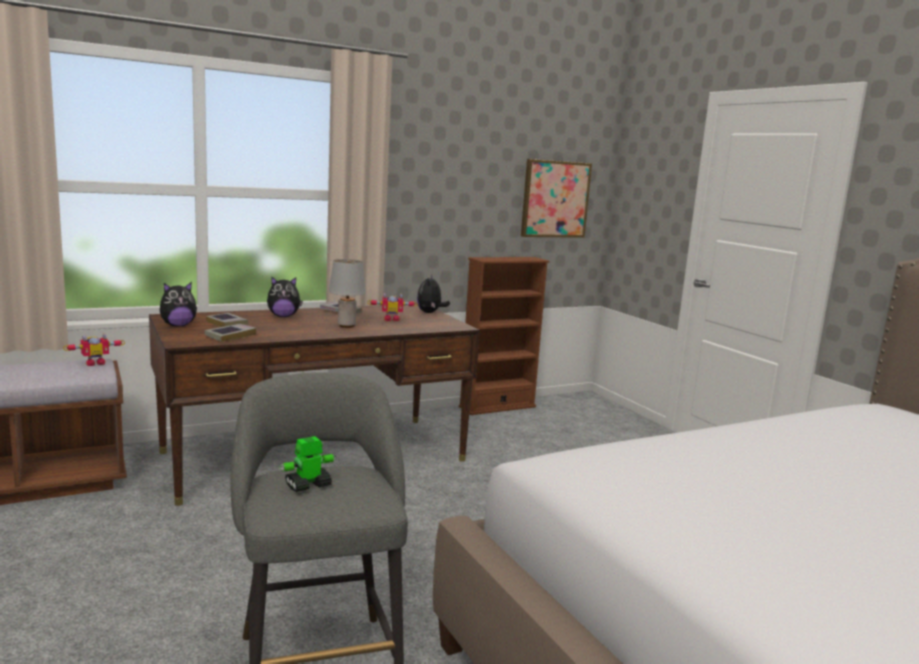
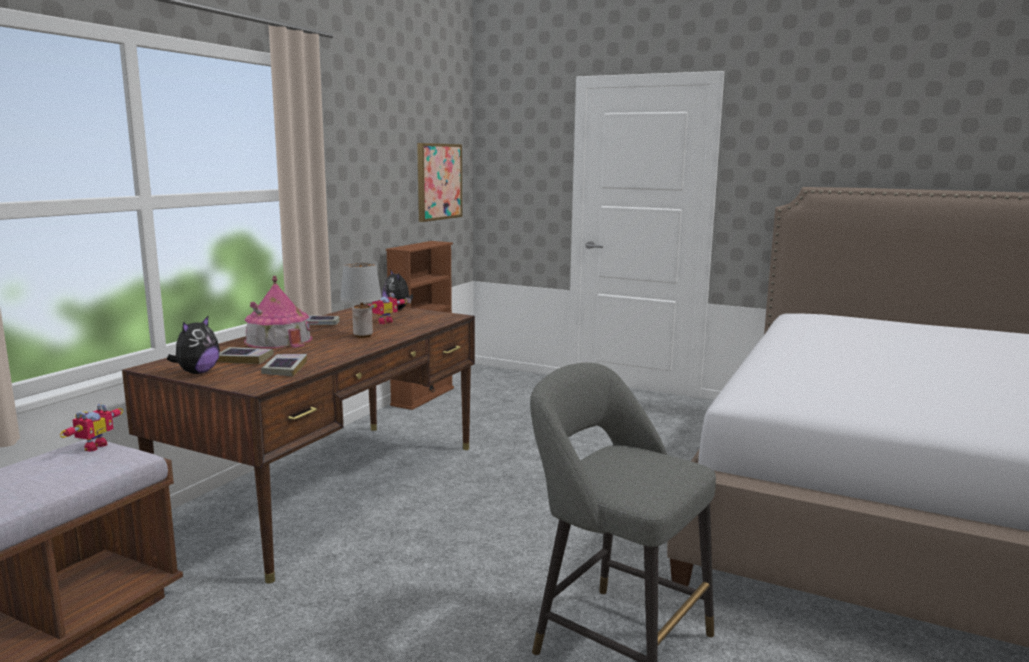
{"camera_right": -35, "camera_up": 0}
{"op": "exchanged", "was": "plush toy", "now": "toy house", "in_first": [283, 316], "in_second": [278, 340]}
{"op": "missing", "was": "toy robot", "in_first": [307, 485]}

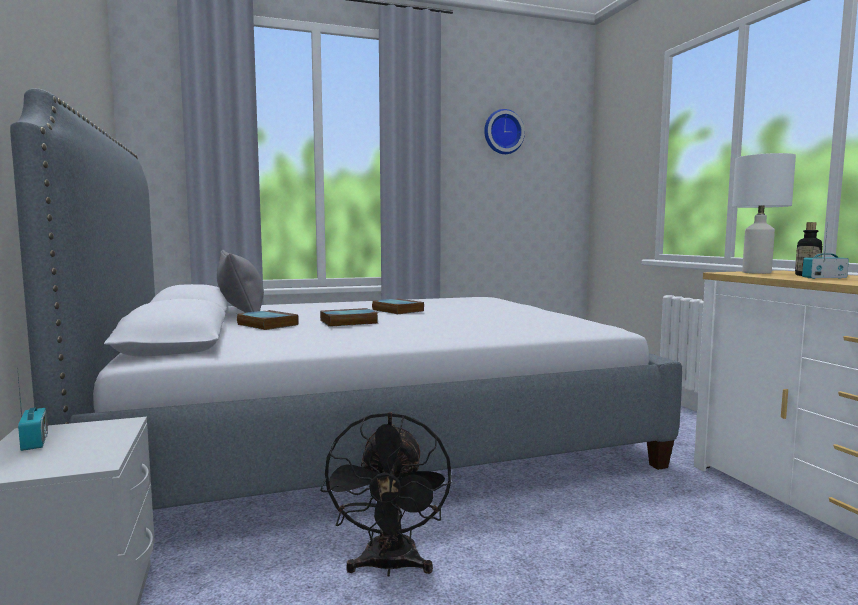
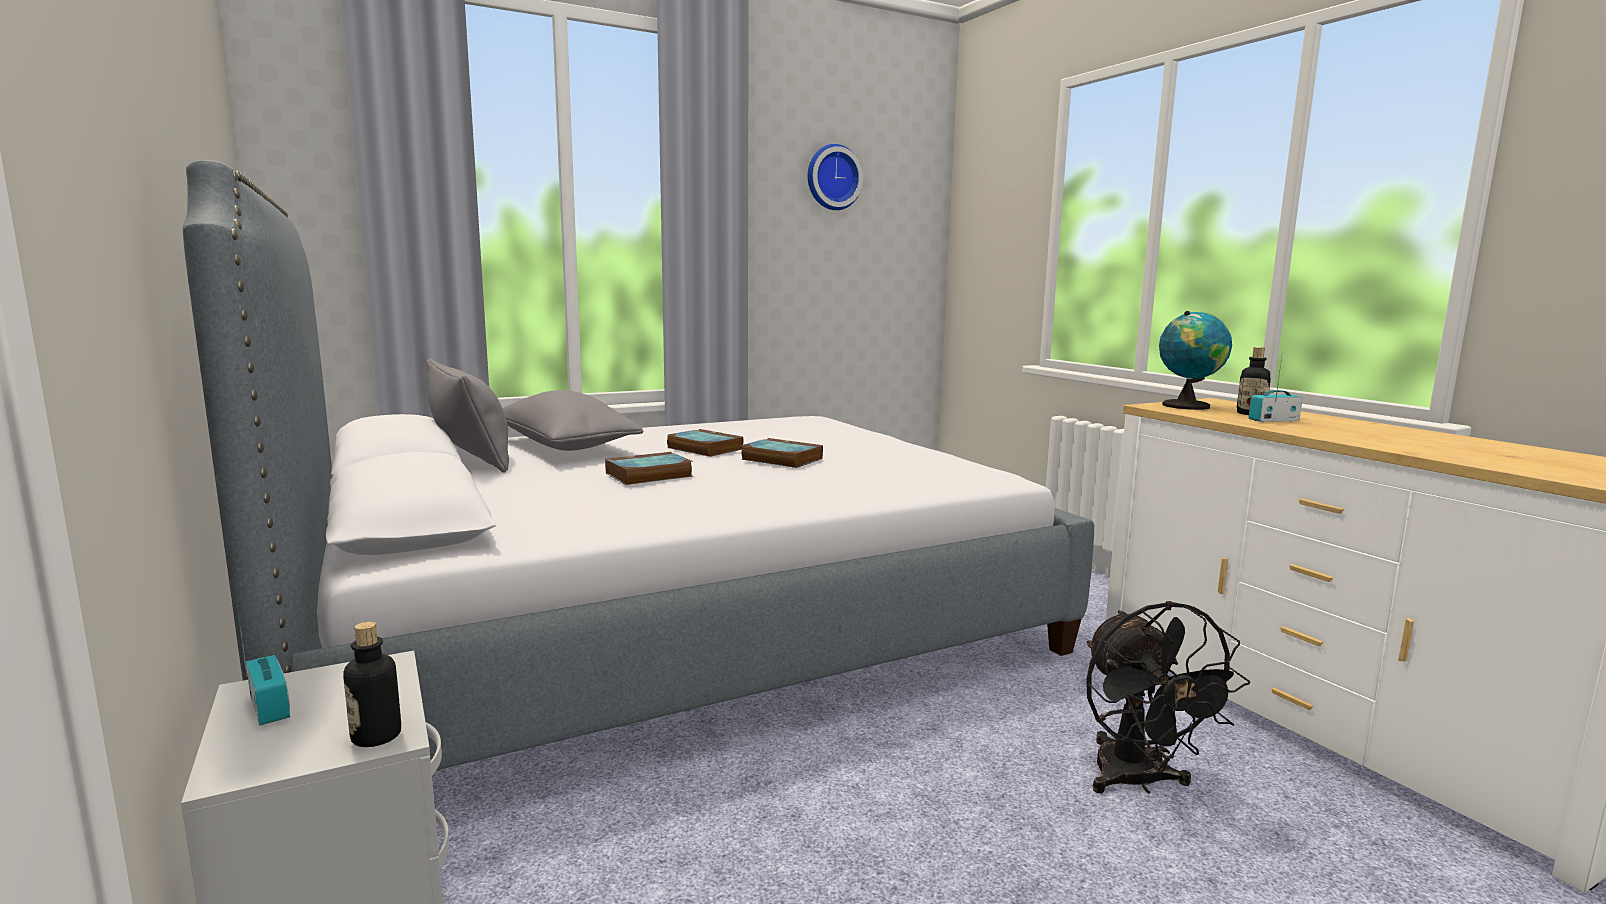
{"camera_right": -10, "camera_up": 5}
{"op": "appeared", "now": "bottle", "in_second": [376, 736]}
{"op": "appeared", "now": "pillow/grey", "in_second": [563, 447]}
{"op": "relocated", "was": "book", "in_first": [266, 324], "in_second": [780, 459]}
{"op": "relocated", "was": "fan/black", "in_first": [390, 567], "in_second": [1137, 782]}
{"op": "exchanged", "was": "table lamp/white", "now": "globe", "in_first": [756, 272], "in_second": [1188, 406]}

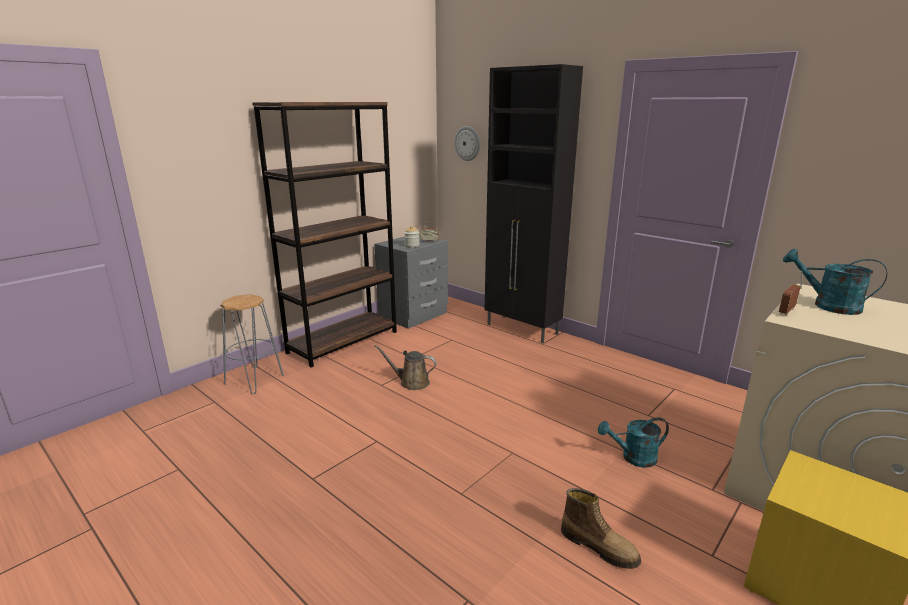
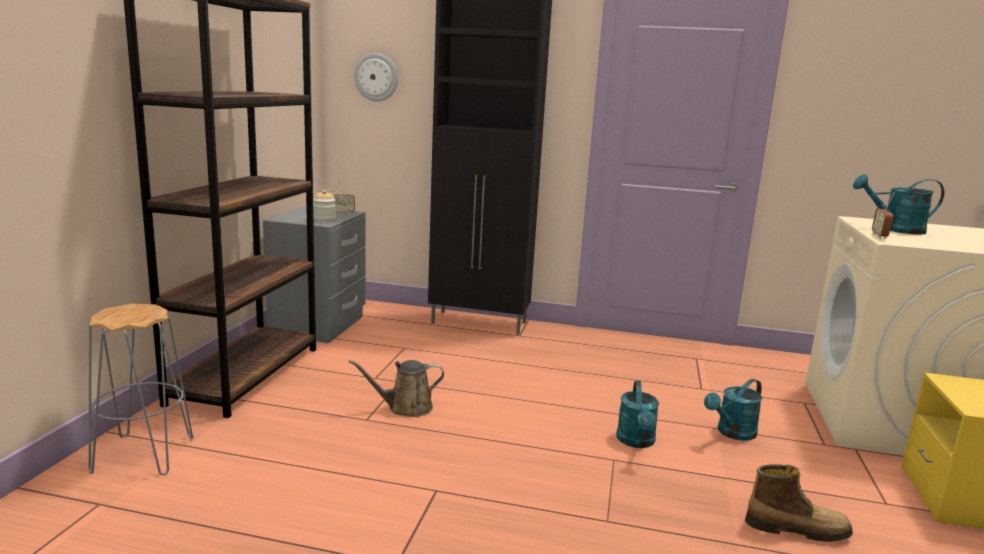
{"camera_right": -30, "camera_up": -5}
{"op": "appeared", "now": "watering can/turquoise", "in_second": [636, 442]}

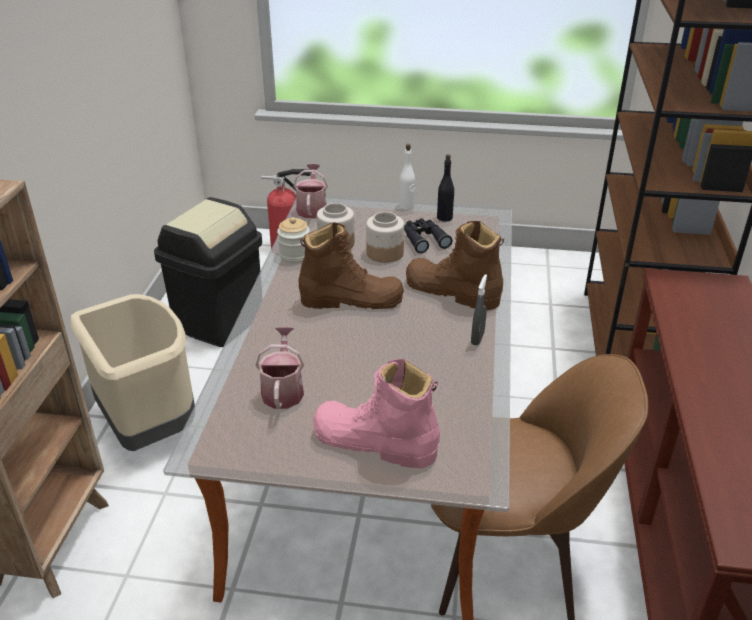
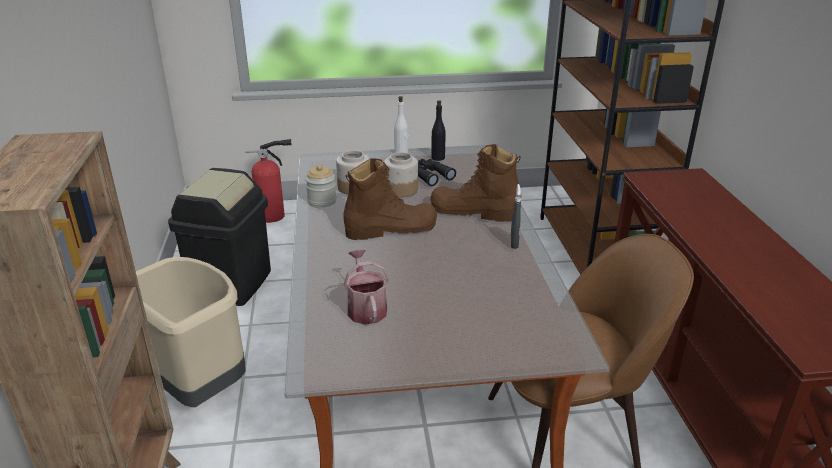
{"camera_right": -15, "camera_up": -5}
{"op": "missing", "was": "watering can", "in_first": [312, 208]}
{"op": "missing", "was": "boot/pink", "in_first": [374, 443]}

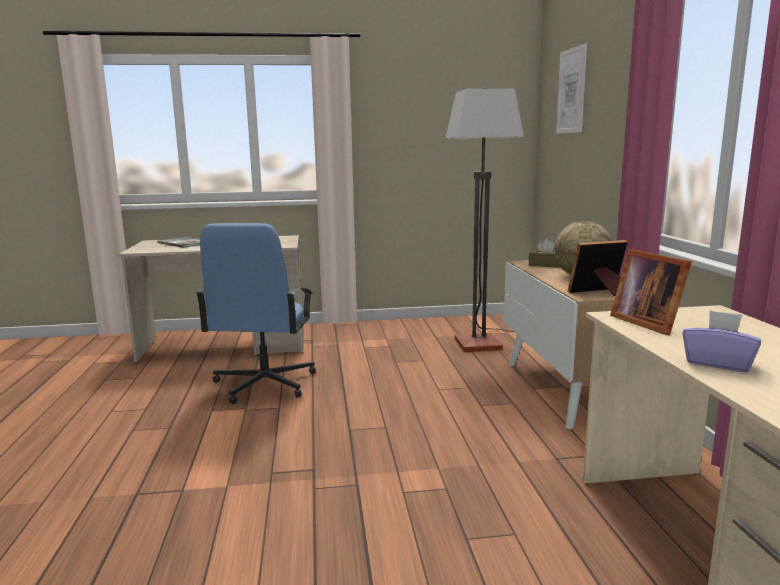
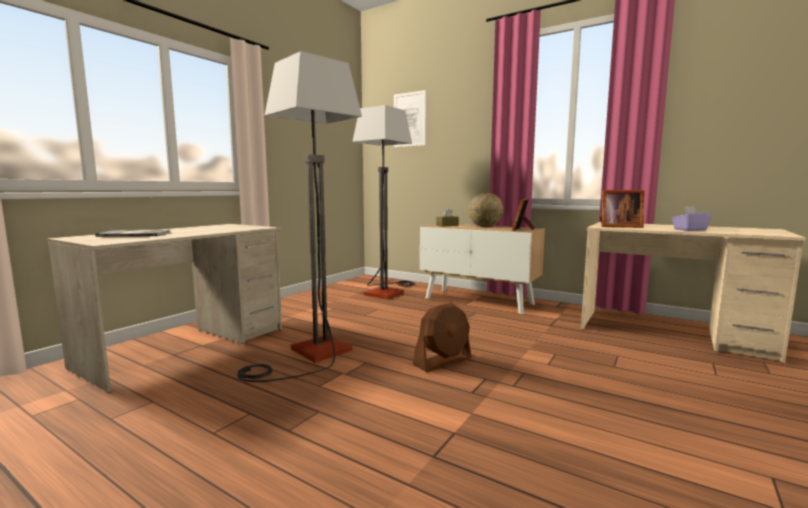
{"camera_right": -50, "camera_up": -5}
{"op": "exchanged", "was": "office chair/blue", "now": "floor lamp", "in_first": [264, 384], "in_second": [310, 355]}
{"op": "appeared", "now": "fan/brown", "in_second": [443, 361]}

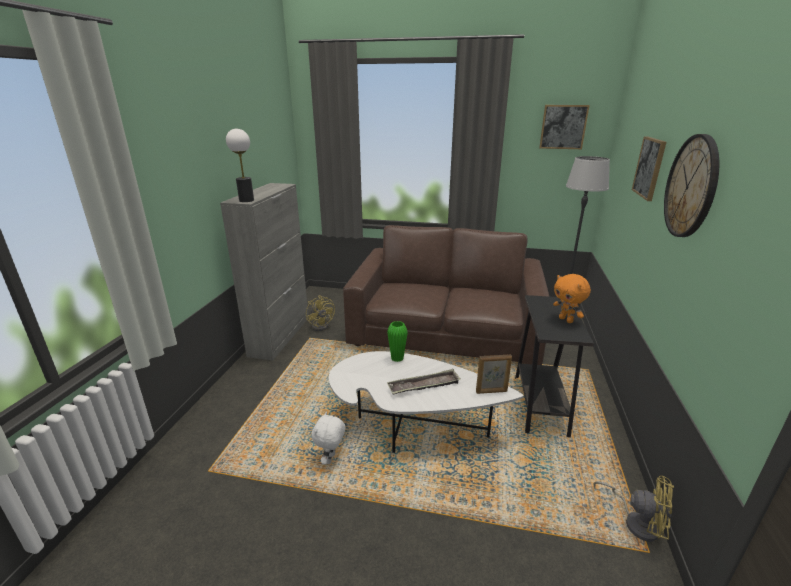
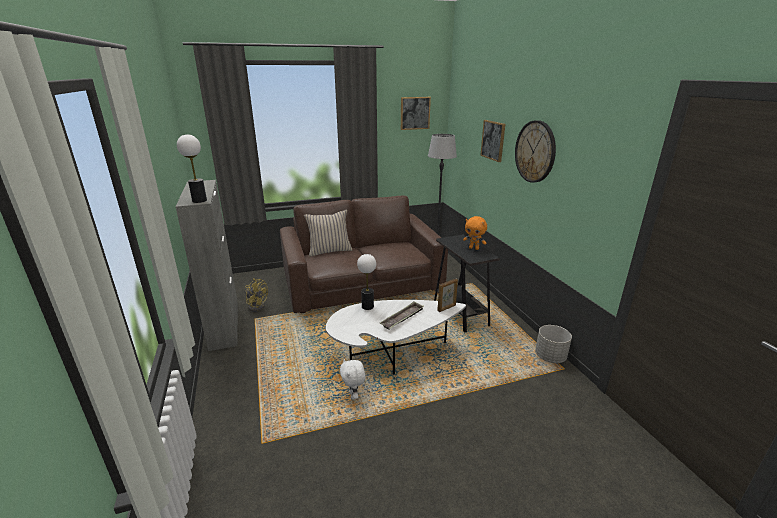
{"camera_right": -30, "camera_up": 0}
{"op": "appeared", "now": "pillow/beige", "in_second": [329, 251]}
{"op": "exchanged", "was": "vase/green", "now": "table lamp", "in_first": [397, 358], "in_second": [367, 306]}
{"op": "exchanged", "was": "fan/yellow", "now": "planter/grey", "in_first": [636, 522], "in_second": [550, 357]}

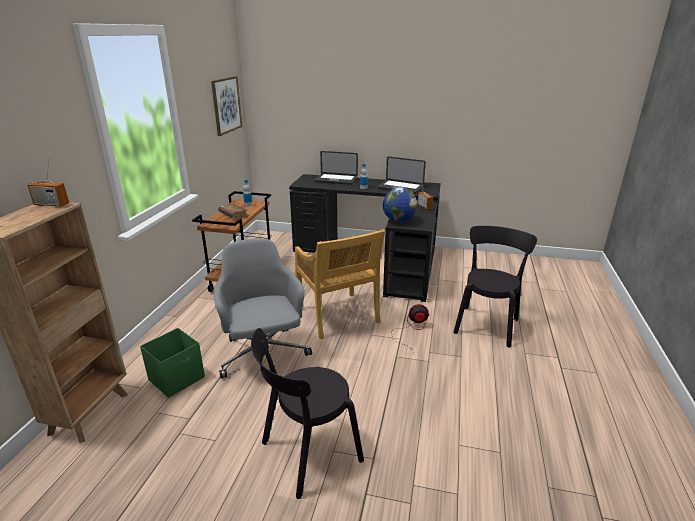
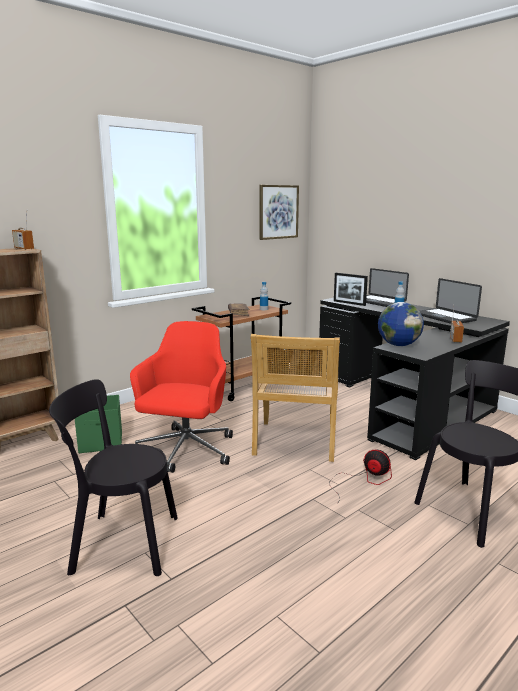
{"camera_right": 35, "camera_up": -10}
{"op": "colour", "was": "office chair/grey", "now": "office chair/red", "in_first": [264, 356], "in_second": [185, 451]}
{"op": "appeared", "now": "picture frame", "in_second": [349, 303]}

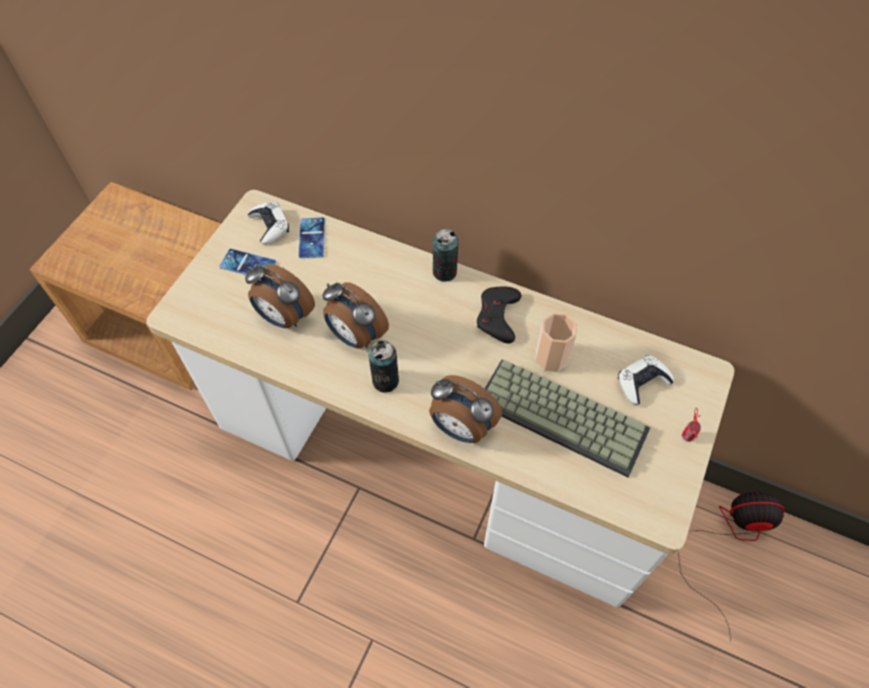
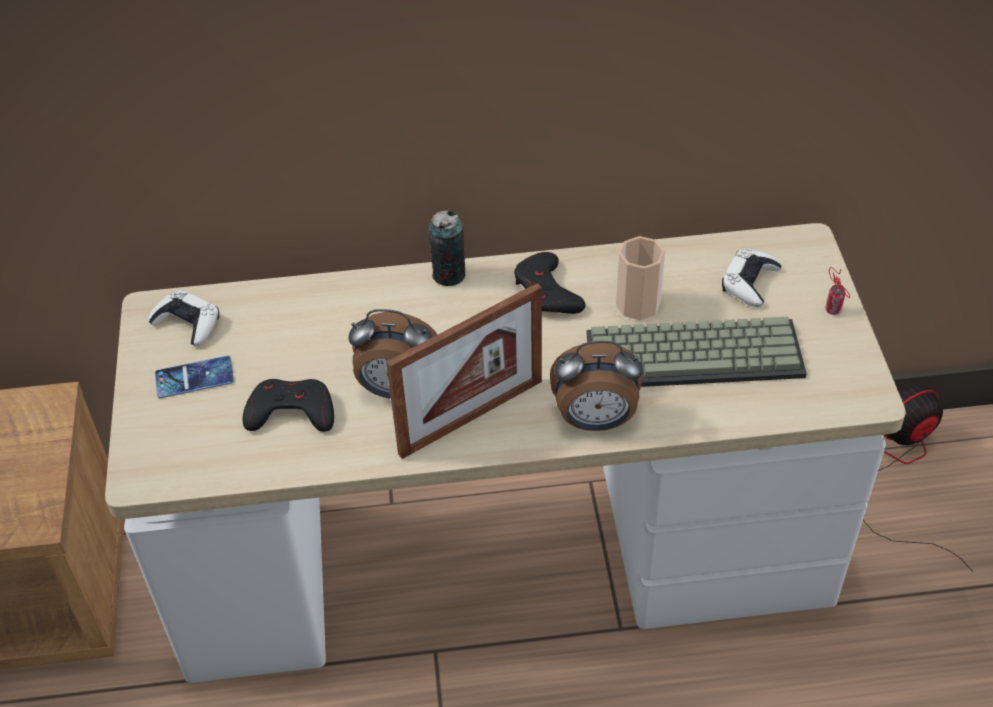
{"camera_right": -30, "camera_up": -10}
{"op": "exchanged", "was": "alarm clock", "now": "game controller/black", "in_first": [284, 317], "in_second": [291, 412]}
{"op": "exchanged", "was": "can", "now": "picture frame", "in_first": [385, 381], "in_second": [471, 417]}
{"op": "missing", "was": "phone", "in_first": [312, 238]}

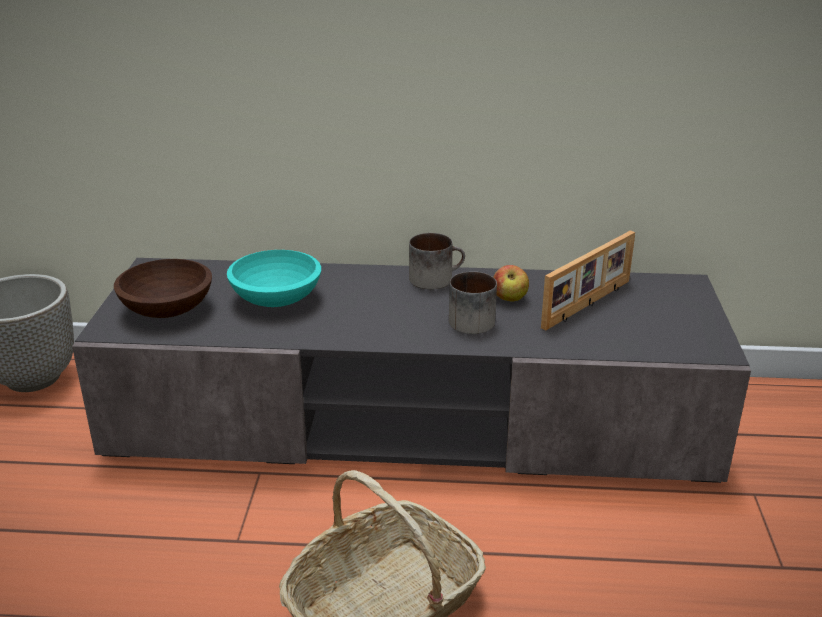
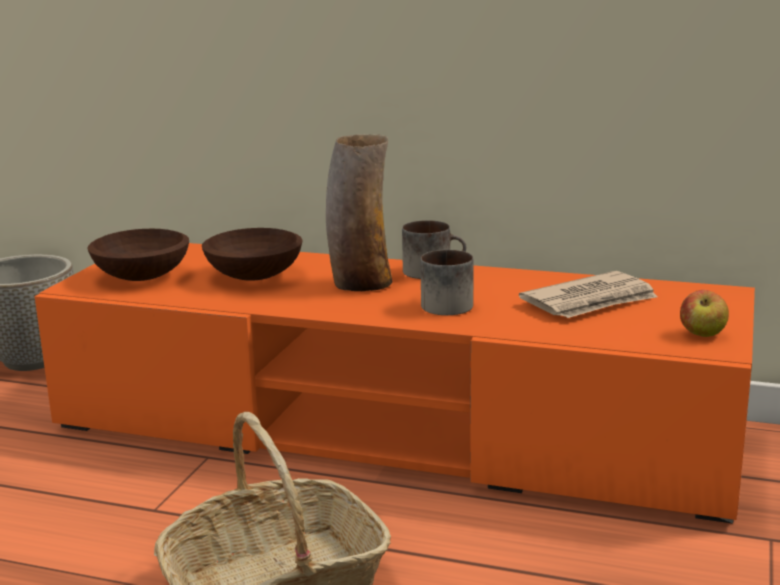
{"camera_right": 15, "camera_up": -10}
{"op": "colour", "was": "tv stand/grey", "now": "tv stand/orange", "in_first": [411, 419], "in_second": [393, 429]}
{"op": "colour", "was": "bowl/turquoise", "now": "bowl/brown", "in_first": [275, 298], "in_second": [253, 275]}
{"op": "appeared", "now": "vase", "in_second": [360, 283]}
{"op": "exchanged", "was": "picture frame", "now": "newspaper", "in_first": [588, 304], "in_second": [591, 301]}
{"op": "relocated", "was": "apple", "in_first": [509, 299], "in_second": [702, 334]}

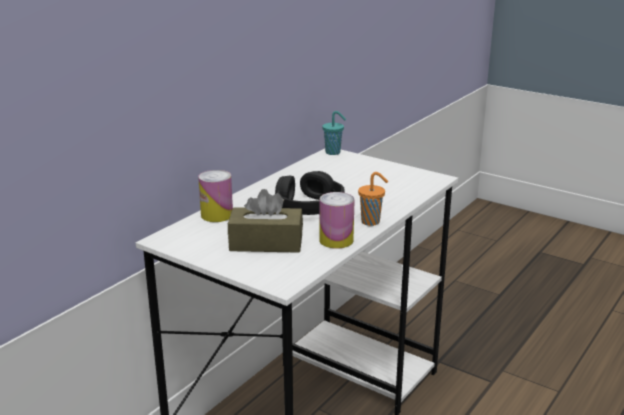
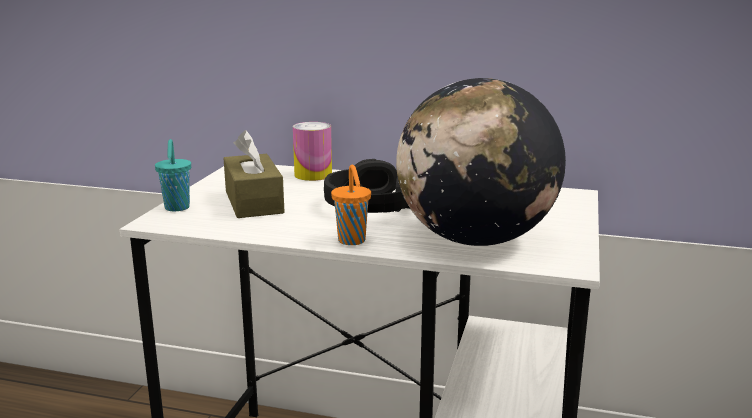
{"camera_right": 70, "camera_up": -5}
{"op": "relocated", "was": "cup/turquoise", "in_first": [334, 152], "in_second": [177, 208]}
{"op": "appeared", "now": "globe", "in_second": [475, 239]}
{"op": "missing", "was": "can", "in_first": [336, 240]}

